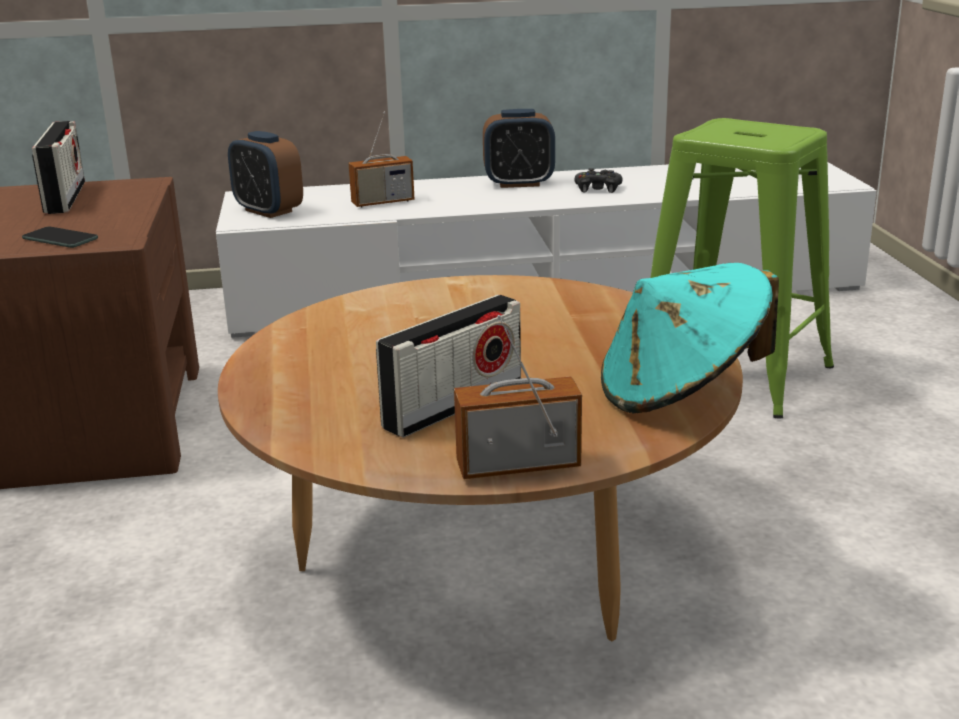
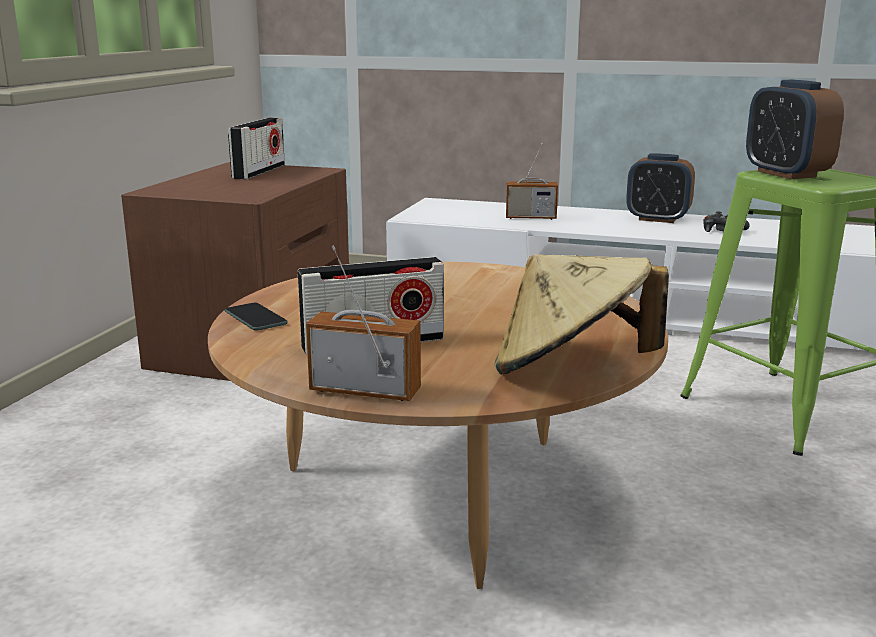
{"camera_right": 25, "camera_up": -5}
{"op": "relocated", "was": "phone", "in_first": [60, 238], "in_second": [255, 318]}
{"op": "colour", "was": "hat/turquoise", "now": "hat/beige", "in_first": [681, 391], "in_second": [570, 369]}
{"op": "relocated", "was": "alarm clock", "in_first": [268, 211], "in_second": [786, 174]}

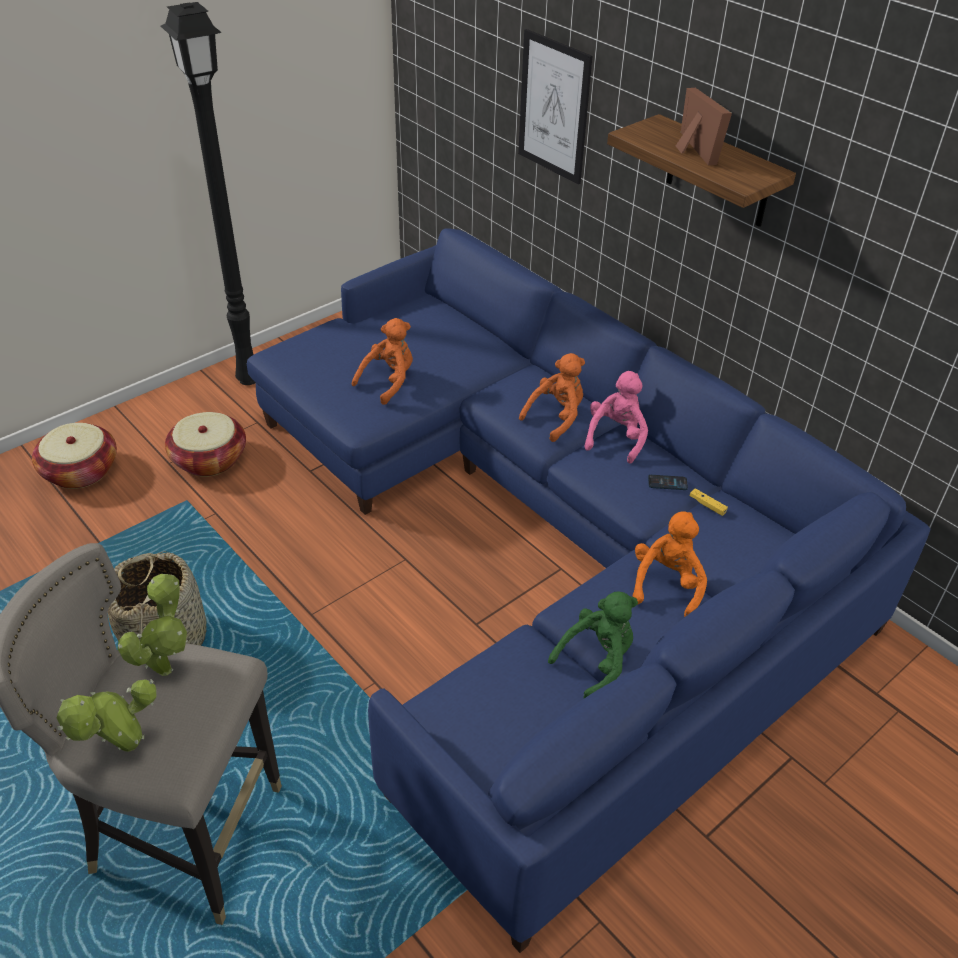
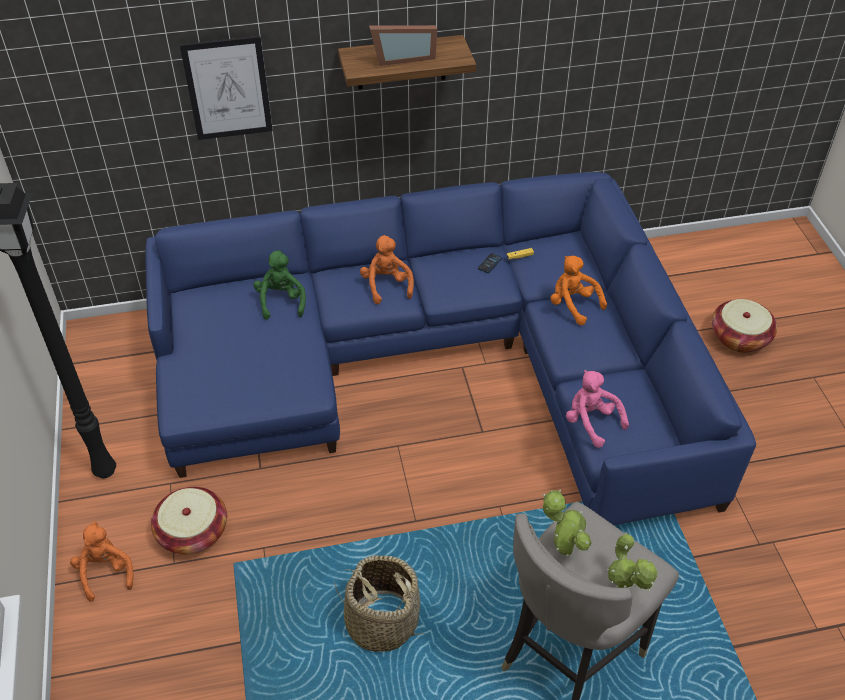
{"camera_right": -60, "camera_up": 5}
{"op": "relocated", "was": "plush toy/orange", "in_first": [389, 382], "in_second": [105, 572]}
{"op": "relocated", "was": "plush toy/green", "in_first": [597, 661], "in_second": [281, 301]}
{"op": "spun", "was": "picture frame", "in_first": [692, 150], "in_second": [402, 57], "clockwise": 150}
{"op": "relocated", "was": "plush toy/pink", "in_first": [616, 438], "in_second": [591, 422]}
{"op": "relocated", "was": "basket", "in_first": [80, 471], "in_second": [739, 337]}

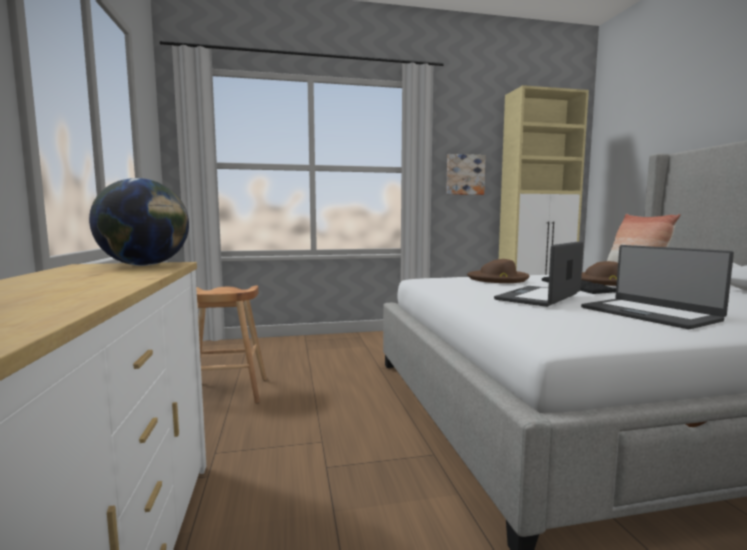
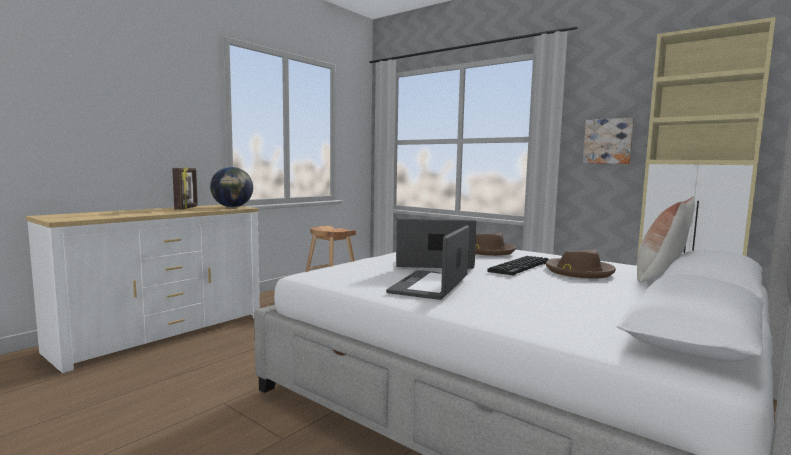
{"camera_right": 50, "camera_up": 0}
{"op": "appeared", "now": "picture frame", "in_second": [187, 208]}

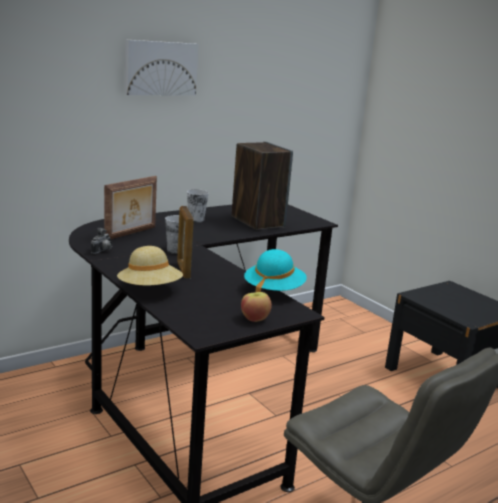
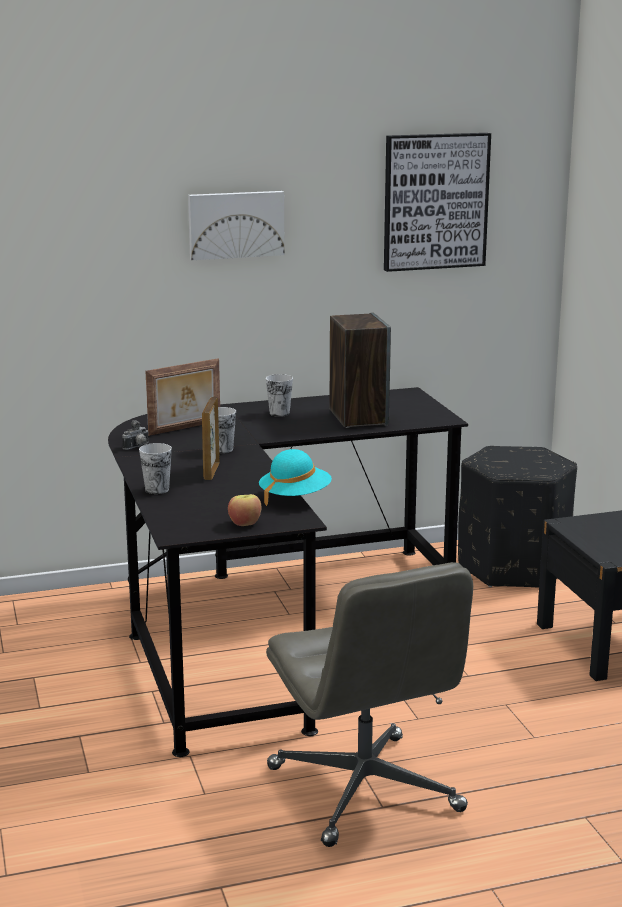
{"camera_right": 20, "camera_up": 0}
{"op": "exchanged", "was": "hat/beige", "now": "cup", "in_first": [150, 290], "in_second": [157, 489]}
{"op": "appeared", "now": "picture", "in_second": [435, 201]}
{"op": "appeared", "now": "ottoman/black", "in_second": [513, 567]}

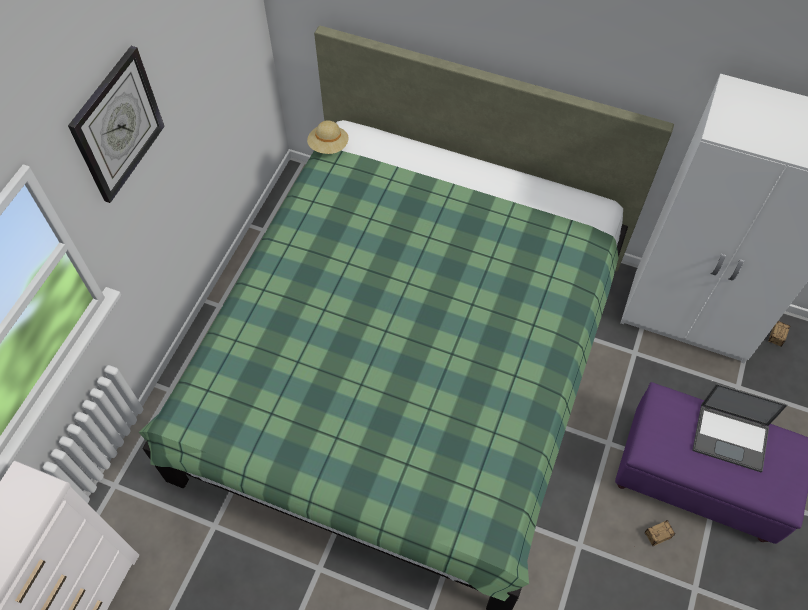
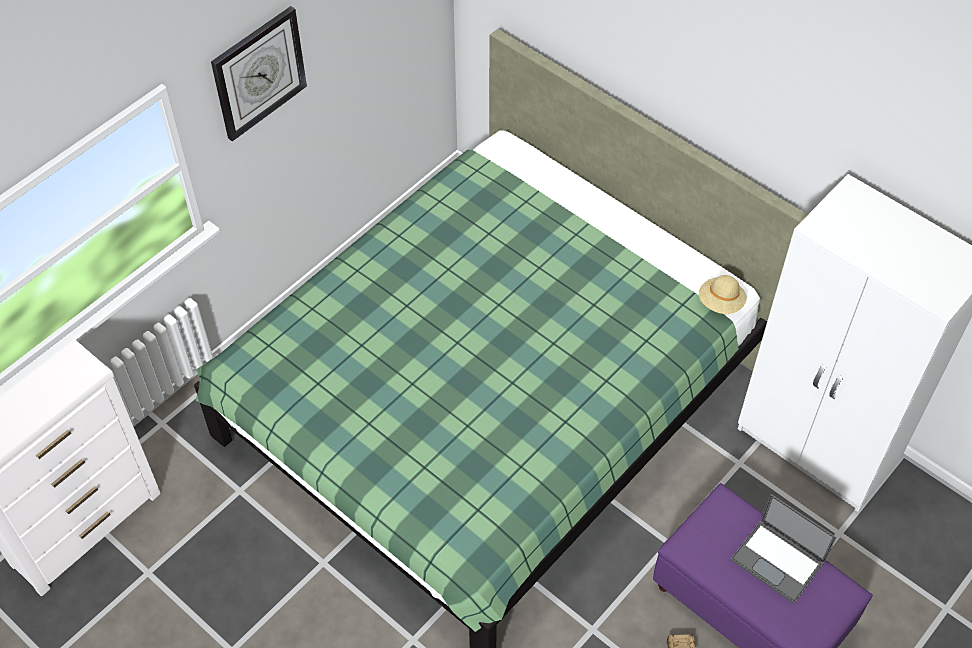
{"camera_right": 20, "camera_up": -5}
{"op": "relocated", "was": "hat/beige", "in_first": [328, 146], "in_second": [721, 303]}
{"op": "missing", "was": "storage box", "in_first": [773, 347]}

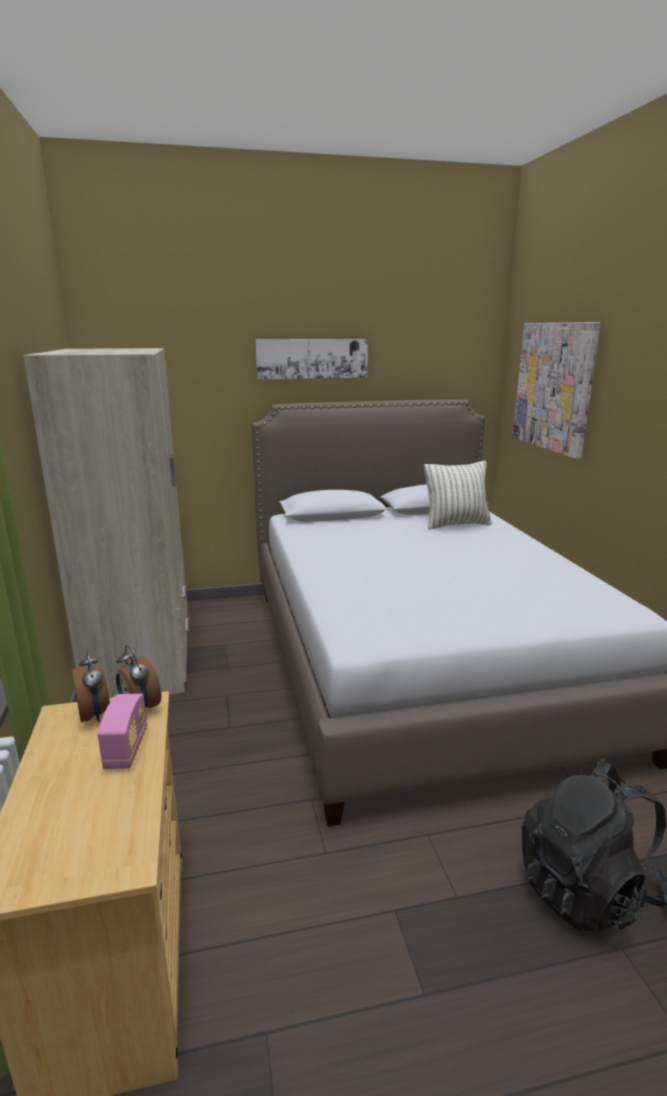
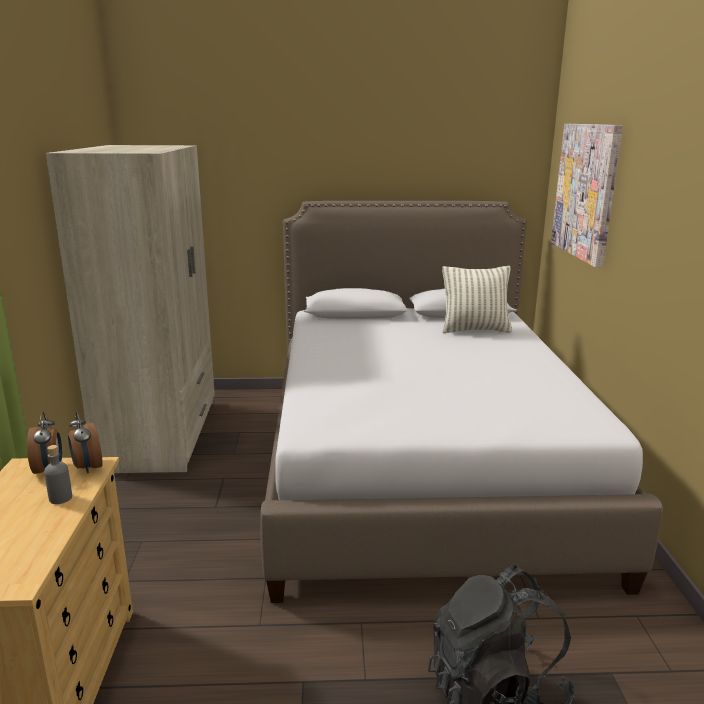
{"camera_right": 10, "camera_up": 0}
{"op": "exchanged", "was": "radio", "now": "bottle/grey", "in_first": [126, 748], "in_second": [60, 498]}
{"op": "missing", "was": "picture", "in_first": [312, 358]}

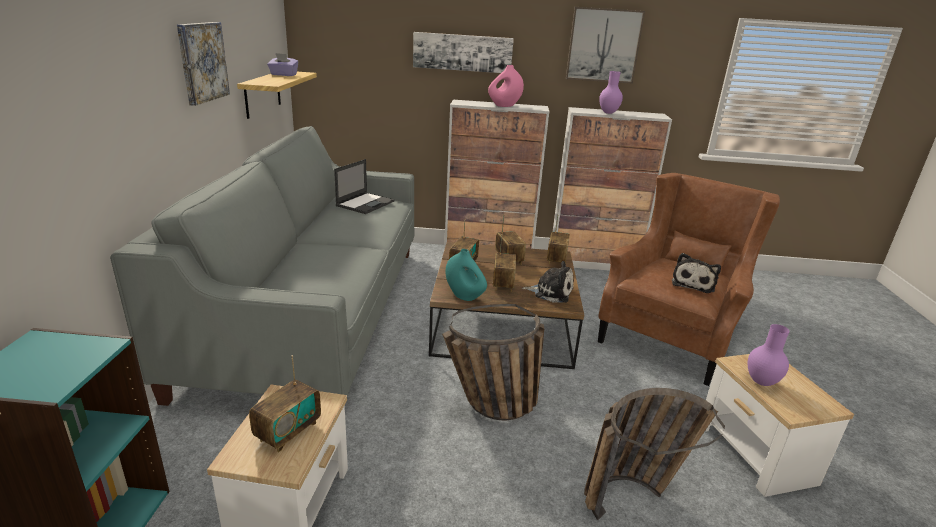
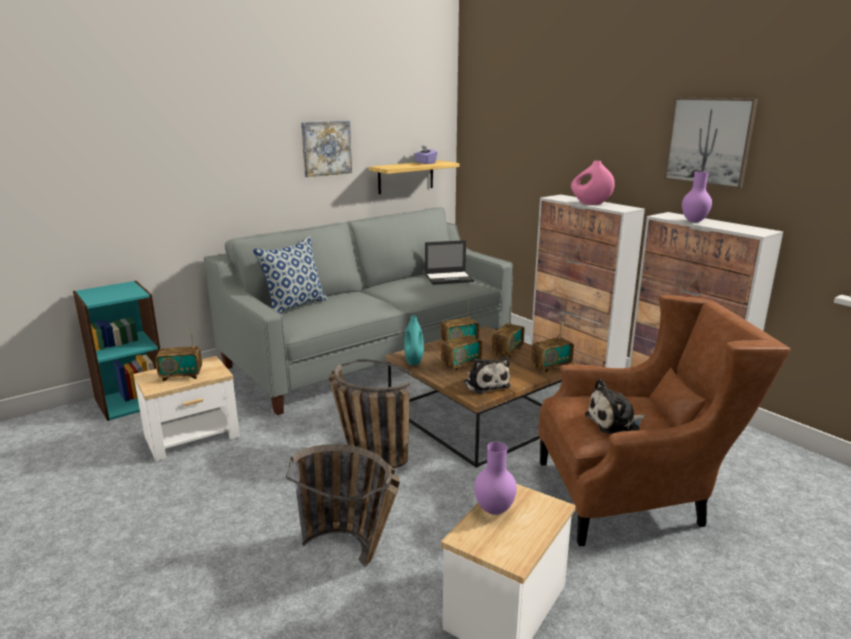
{"camera_right": 50, "camera_up": -5}
{"op": "appeared", "now": "pillow", "in_second": [295, 306]}
{"op": "missing", "was": "picture", "in_first": [462, 52]}

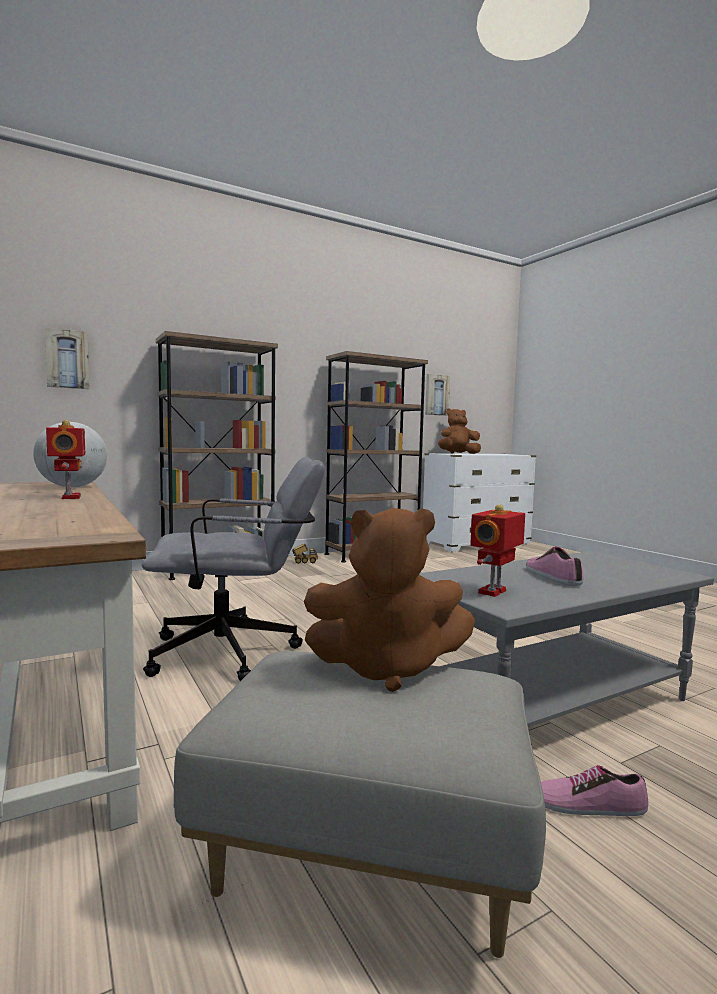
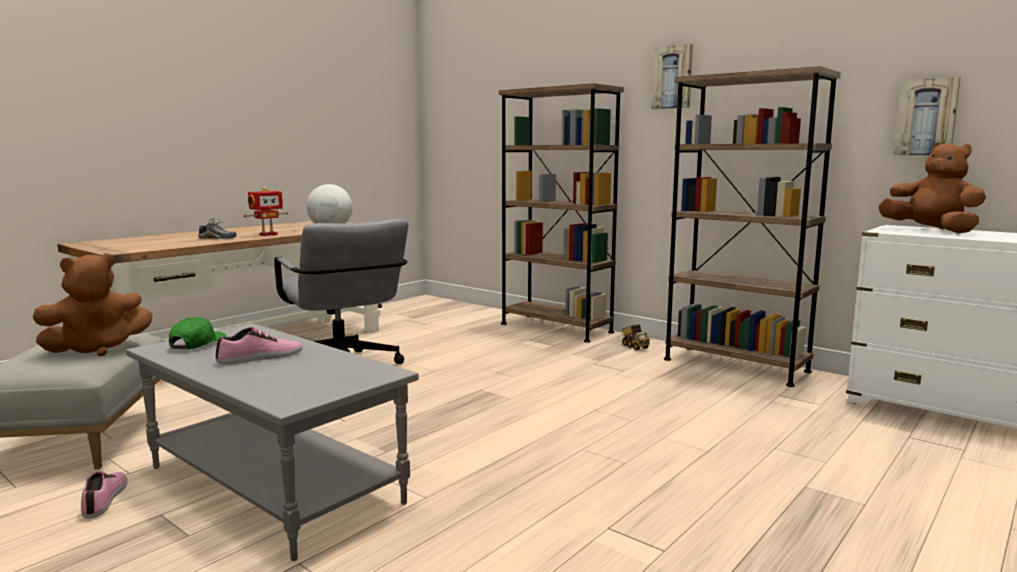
{"camera_right": 70, "camera_up": 5}
{"op": "spun", "was": "plush toy/brown", "in_first": [386, 668], "in_second": [97, 349], "clockwise": -105}
{"op": "exchanged", "was": "toy robot", "now": "cap/green", "in_first": [494, 592], "in_second": [198, 344]}
{"op": "appeared", "now": "shoe", "in_second": [217, 238]}
{"op": "relocated", "was": "picture", "in_first": [67, 359], "in_second": [672, 77]}

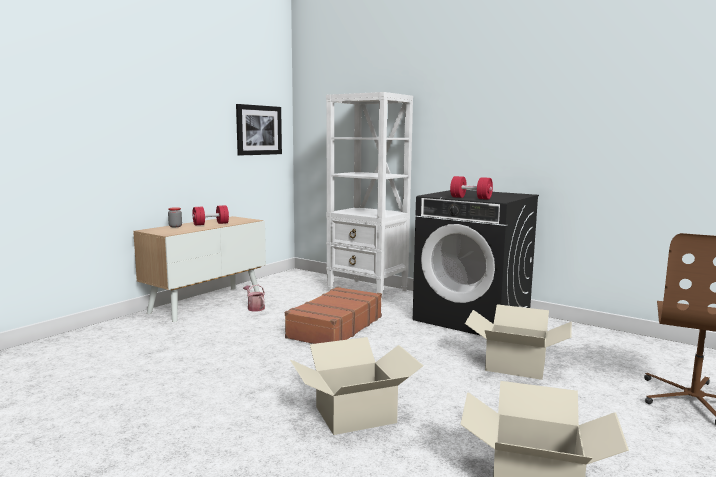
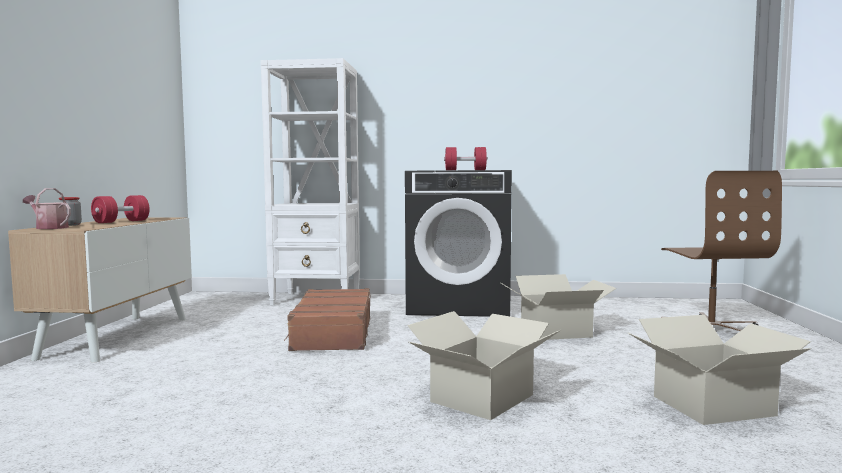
{"camera_right": -30, "camera_up": -5}
{"op": "relocated", "was": "watering can", "in_first": [254, 308], "in_second": [49, 228]}
{"op": "missing", "was": "picture", "in_first": [258, 130]}

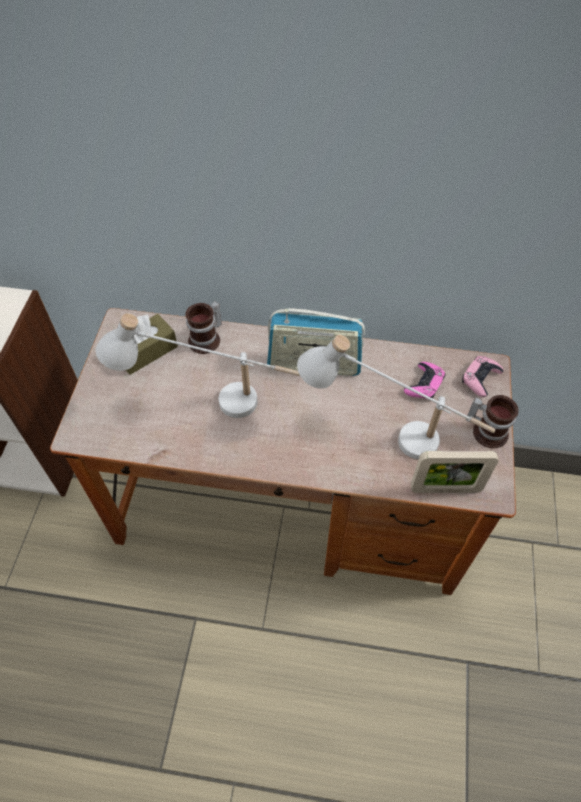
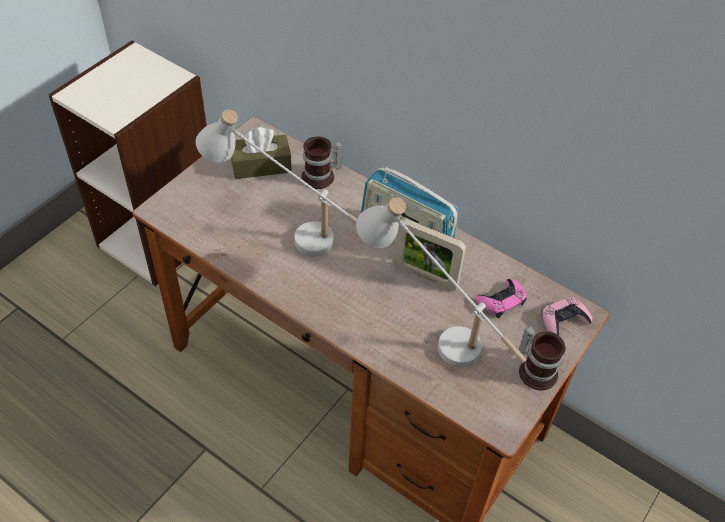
{"camera_right": 25, "camera_up": -5}
{"op": "relocated", "was": "picture frame", "in_first": [445, 489], "in_second": [425, 276]}

